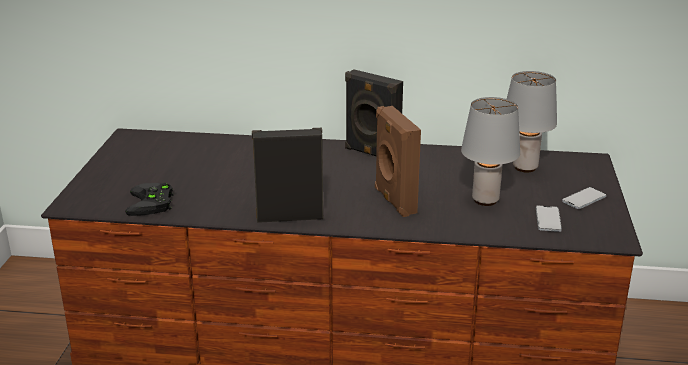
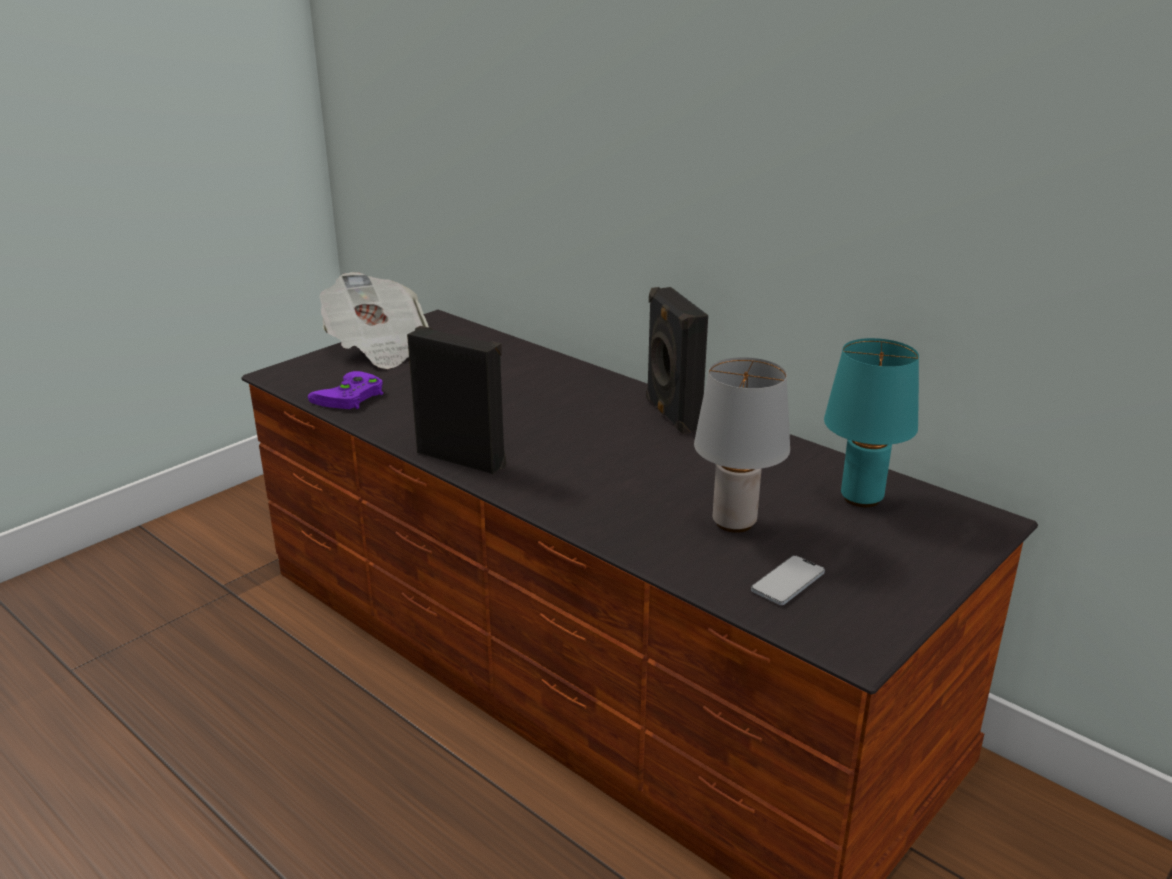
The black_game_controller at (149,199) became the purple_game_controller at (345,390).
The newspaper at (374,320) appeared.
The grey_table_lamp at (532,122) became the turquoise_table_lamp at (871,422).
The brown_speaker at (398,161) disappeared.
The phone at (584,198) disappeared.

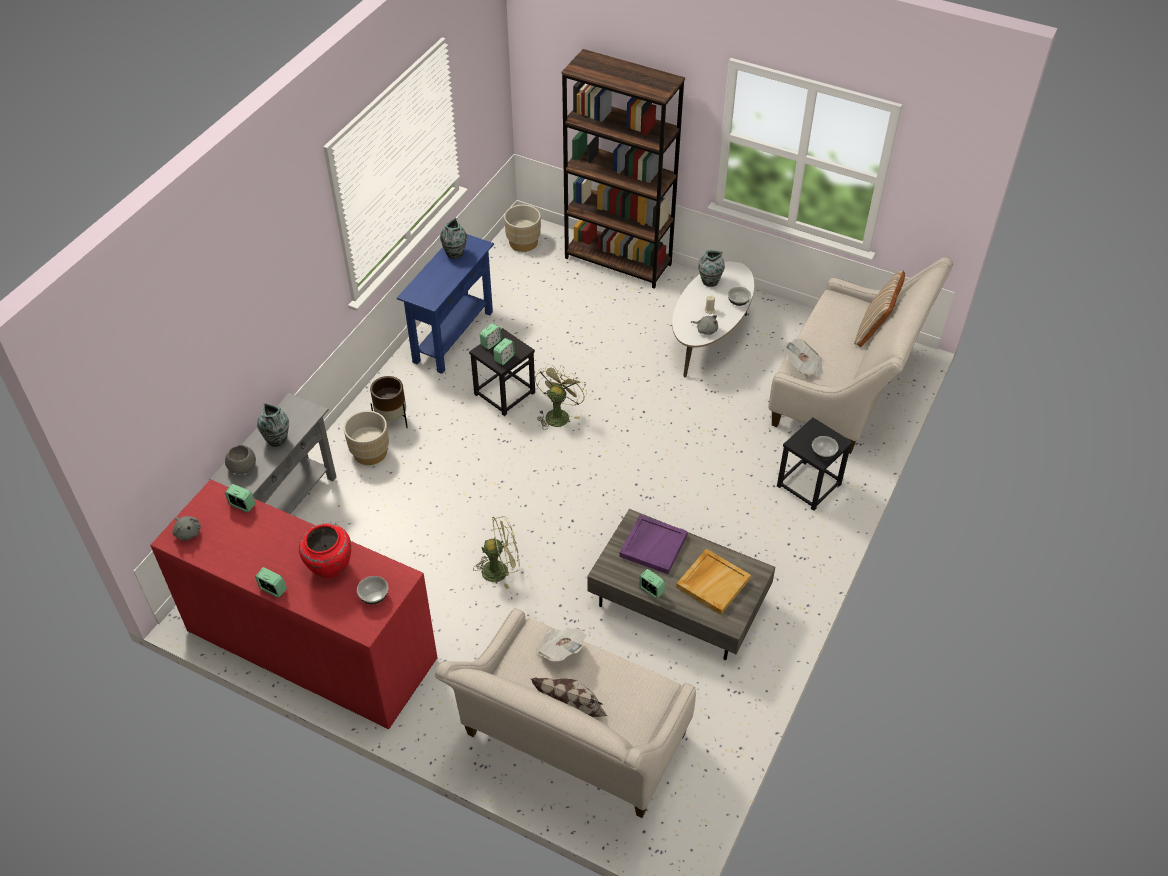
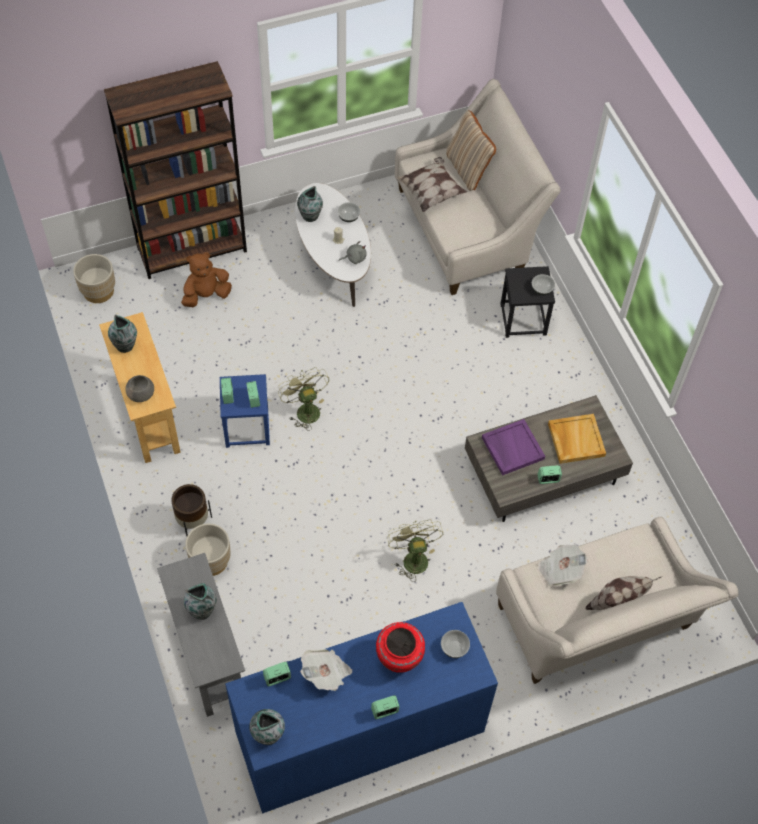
The blue_console_table at (445,304) became the beige_console_table at (140,387).
The grey_bowl moved from (240,459) to (139,388).
The brown_plush_toy at (206,279) appeared.
The black_stool at (502,372) became the blue_stool at (245,411).
The red_dresser at (293,604) became the blue_dresser at (361,707).
The grey_plush_toy at (187,528) was replaced by the vase at (267,727).
The newspaper moved from (804,358) to (326,670).
The green_fan at (496,552) turned 45 degrees counterclockwise.
The pillow at (431,184) appeared.

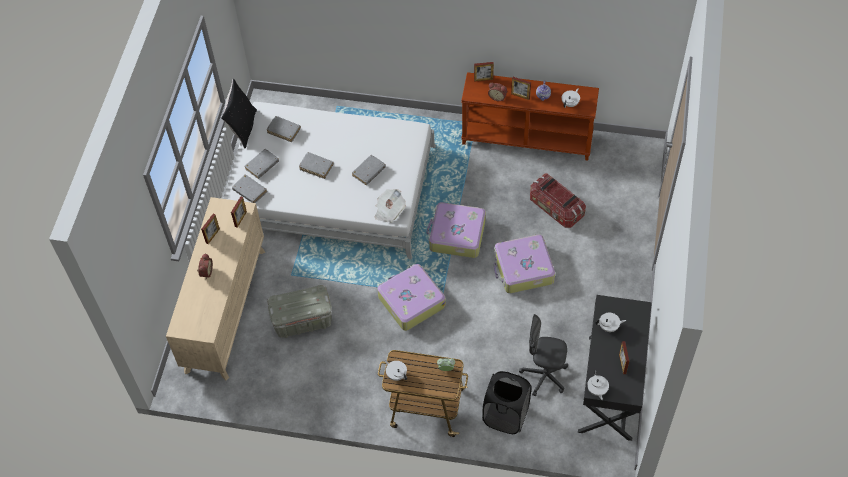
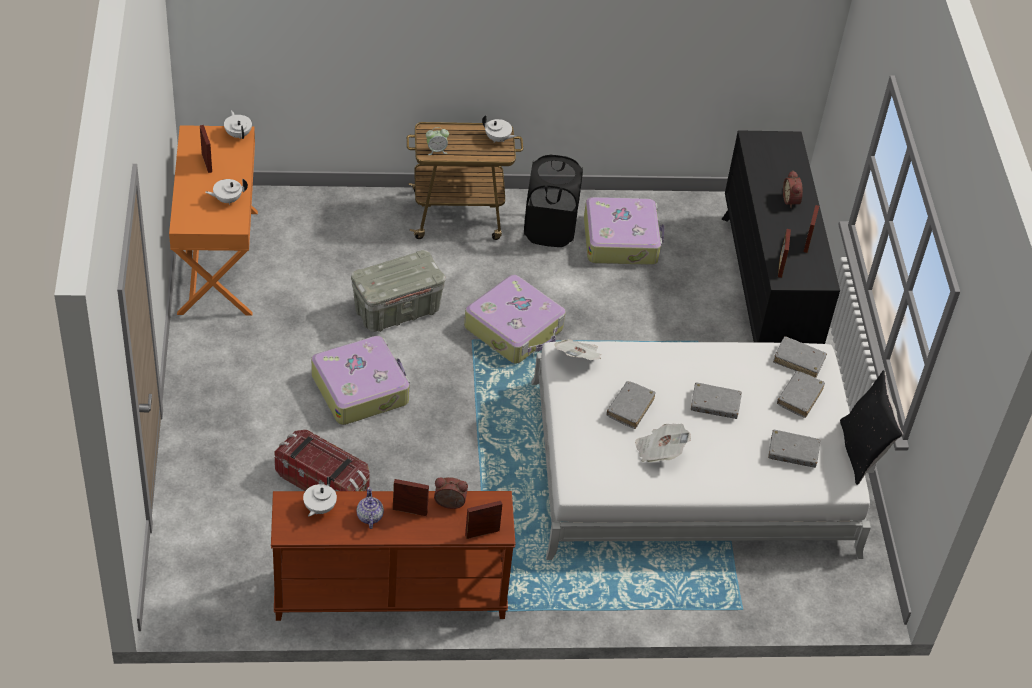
The black_desk at (615,368) became the orange_desk at (213,220).
The grey_storage_box moved from (299,311) to (398,291).
The black_laundry_basket moved from (506,402) to (553,200).
The suitcase moved from (456,230) to (624,231).
The newspaper at (663,443) appeared.
The beige_dresser at (215,288) became the black_dresser at (781,237).
The grey_office_chair at (543,355) disappeared.

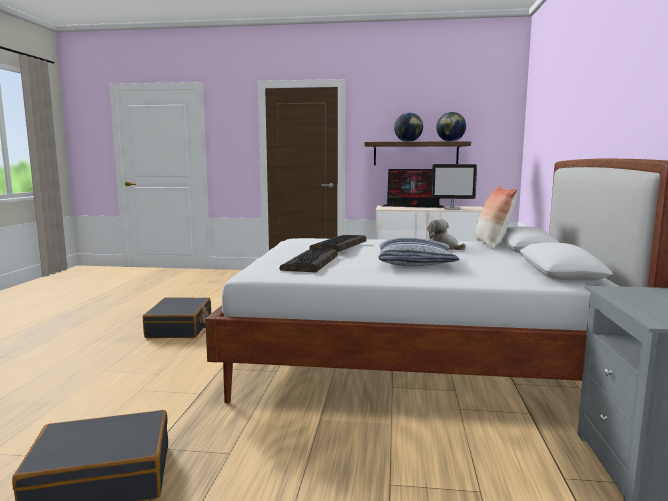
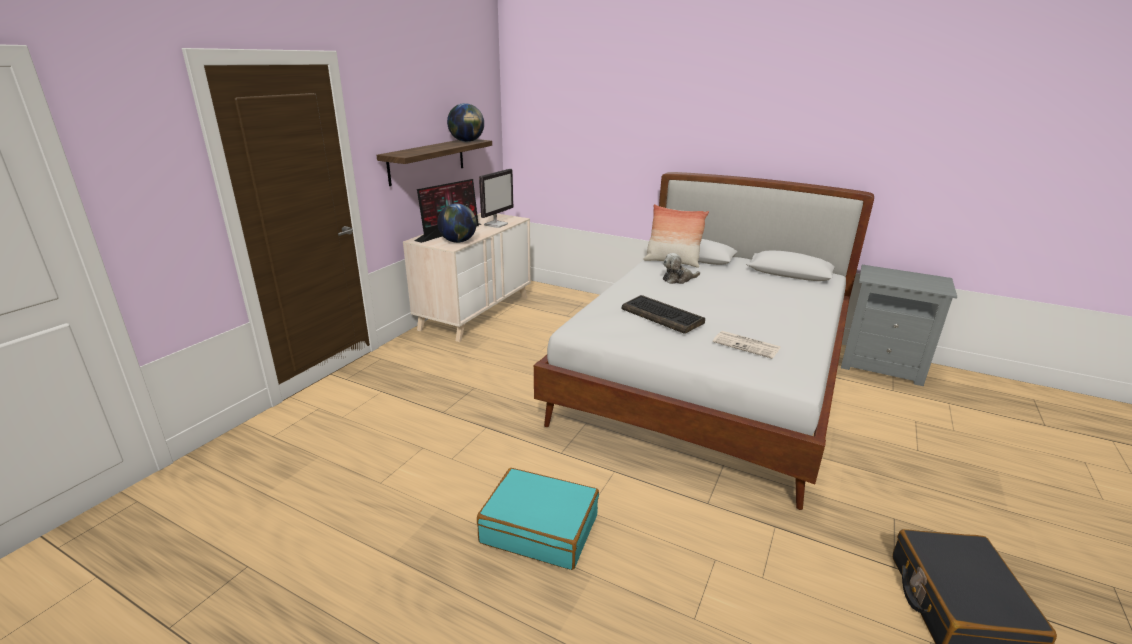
The globe moved from (408,127) to (457,223).
The black_suitcase at (177,317) became the turquoise_suitcase at (538,519).
The keyboard at (309,260) was replaced by the newspaper at (747,345).
The pillow at (419,252) disappeared.

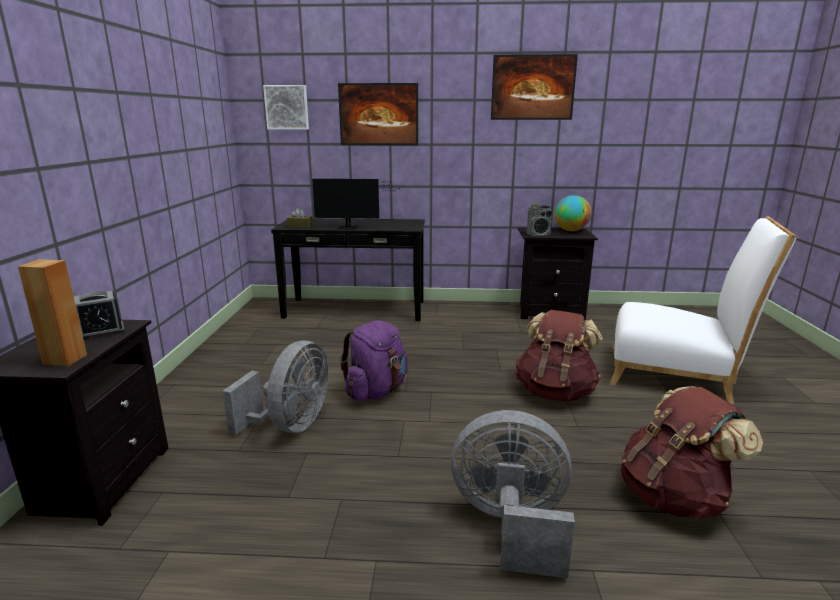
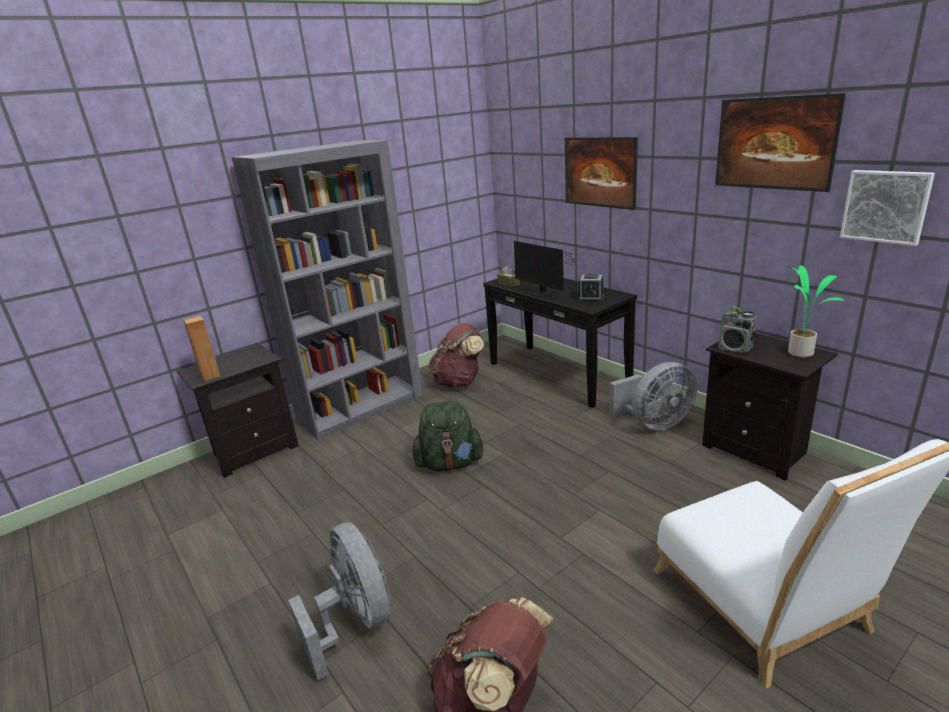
The grey_bookcase at (327,289) appeared.
The purple_backpack at (374,360) became the green_backpack at (448,436).
The brown_backpack moved from (559,356) to (456,355).
The alarm_clock moved from (99,315) to (591,287).
The grey_fan moved from (276,388) to (653,396).
The globe at (572,213) was replaced by the potted_plant at (815,311).
The picture moved from (286,107) to (887,208).

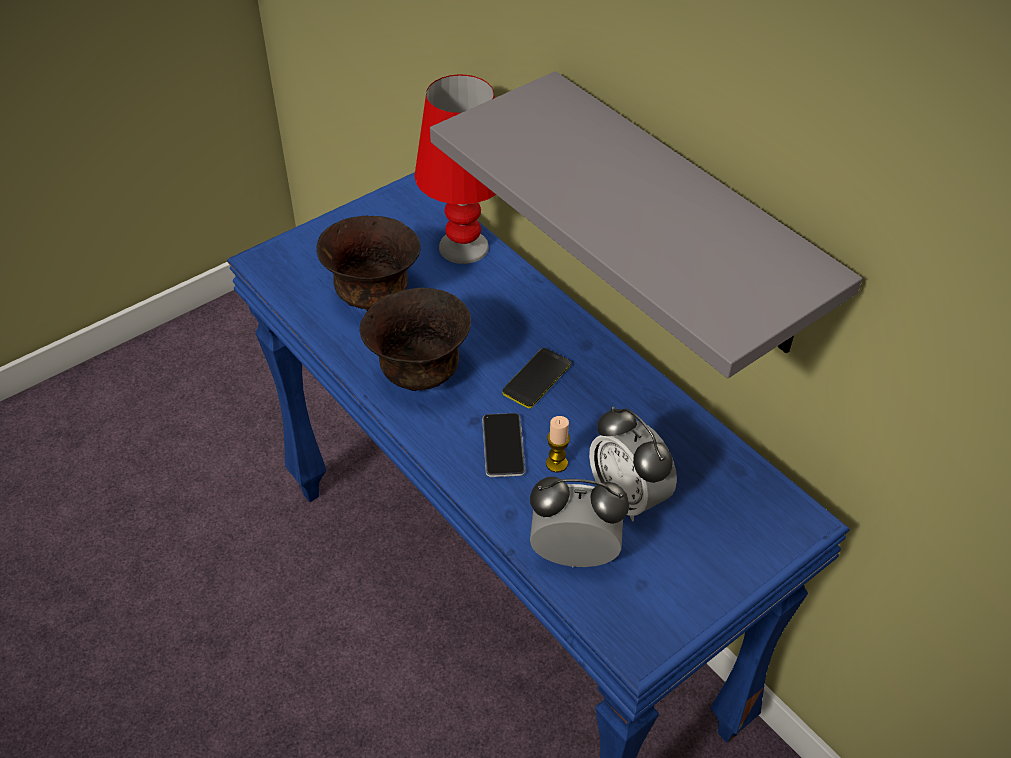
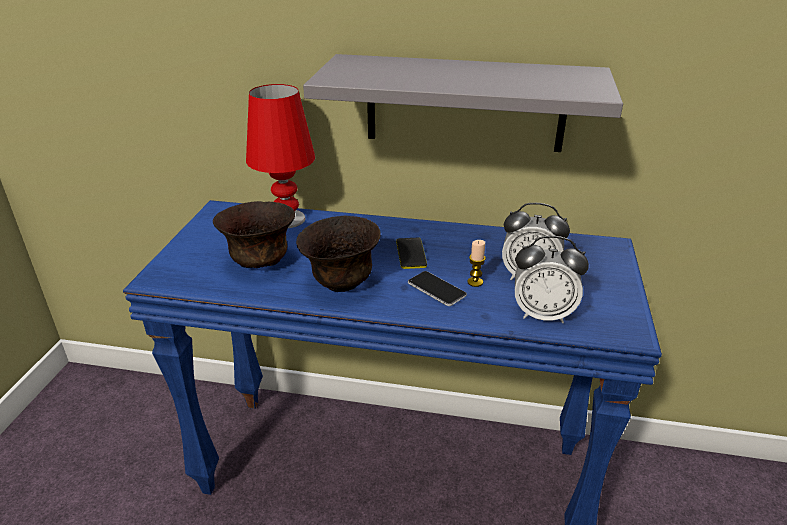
The alarm_clock at (579,522) turned 135 degrees counterclockwise.

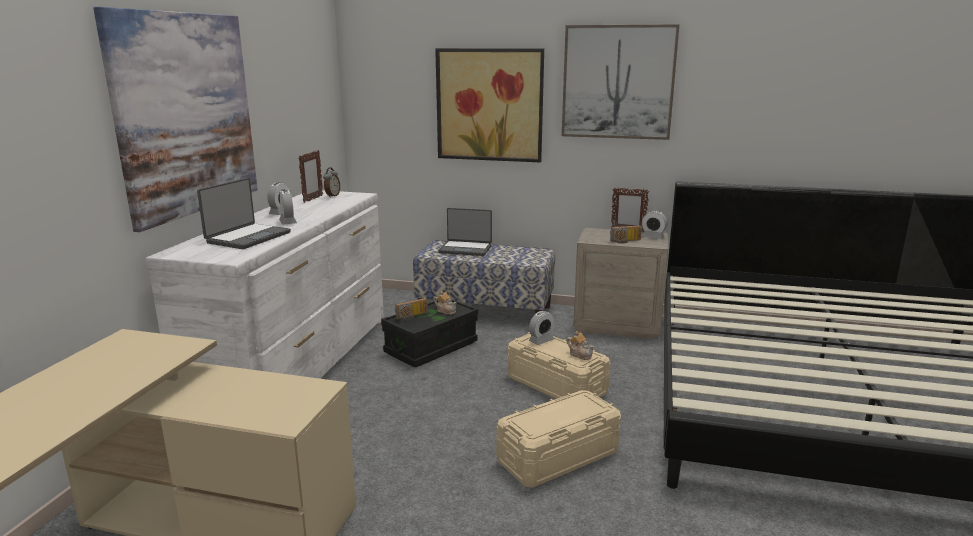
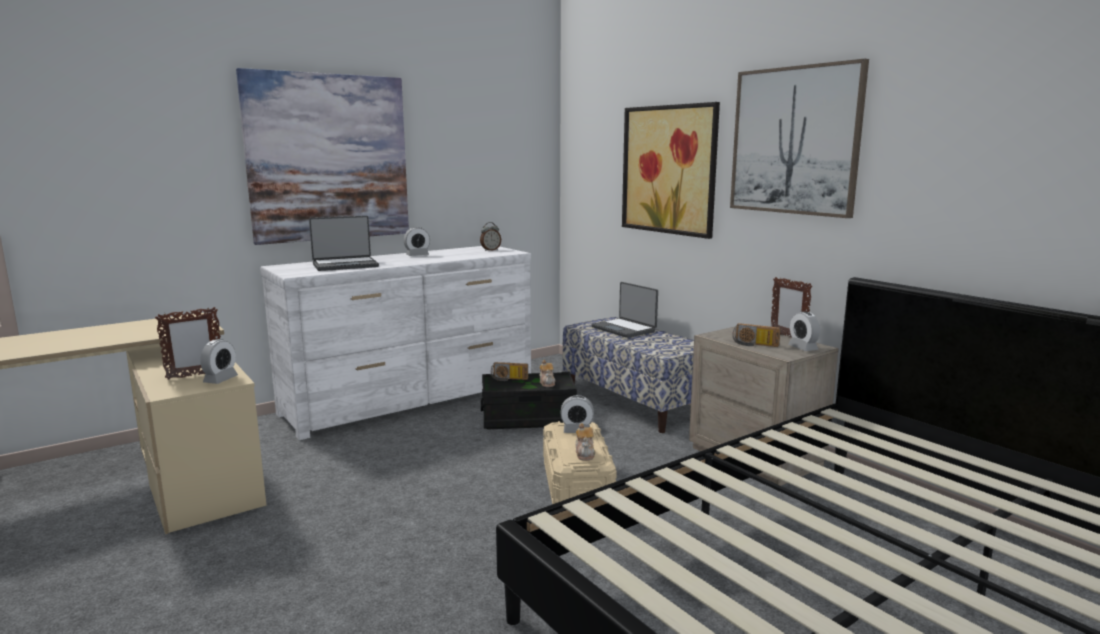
The picture_frame moved from (310,176) to (188,343).
The alarm_clock moved from (288,207) to (219,361).
The beige_storage_box at (558,439) disappeared.

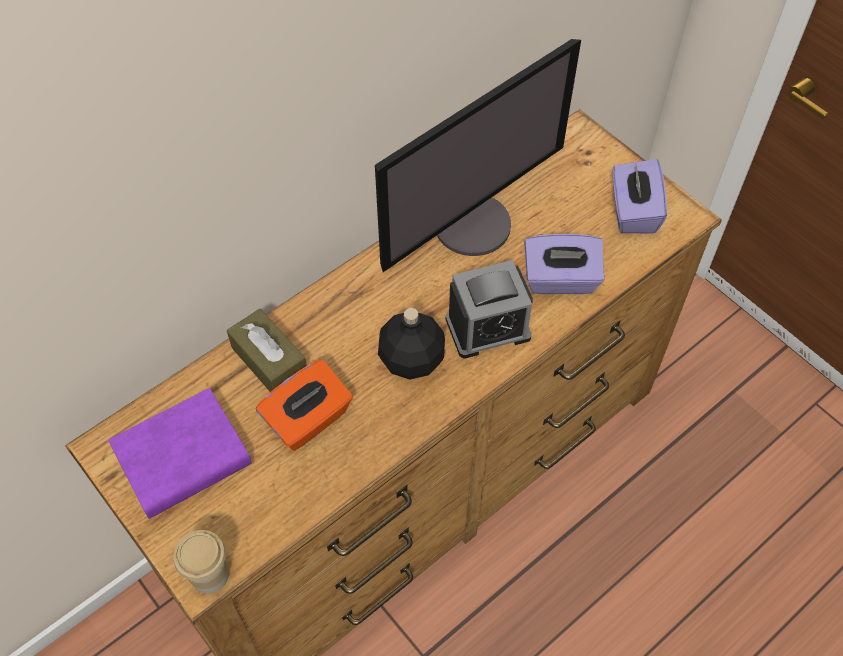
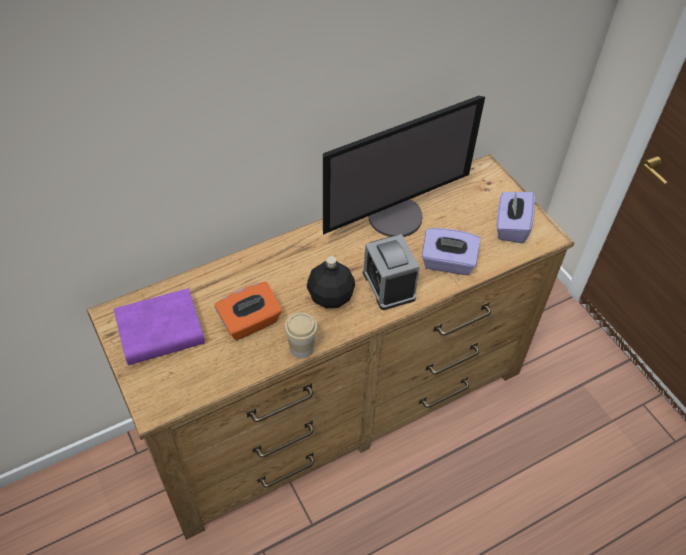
The cup moved from (201,562) to (301,335).
The alarm_clock at (489,309) turned 75 degrees clockwise.
The brown_tissue_box at (267,350) disappeared.

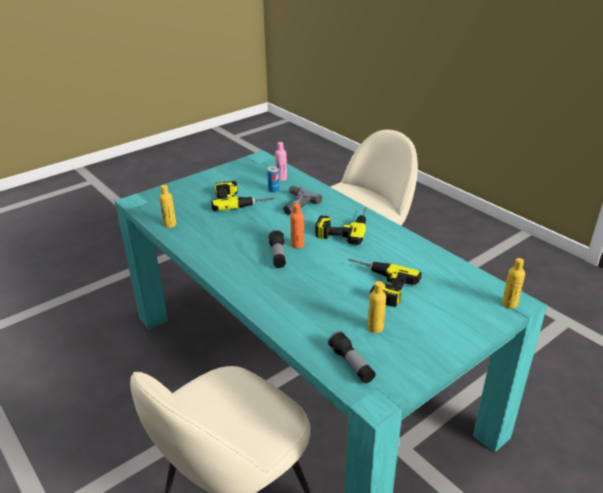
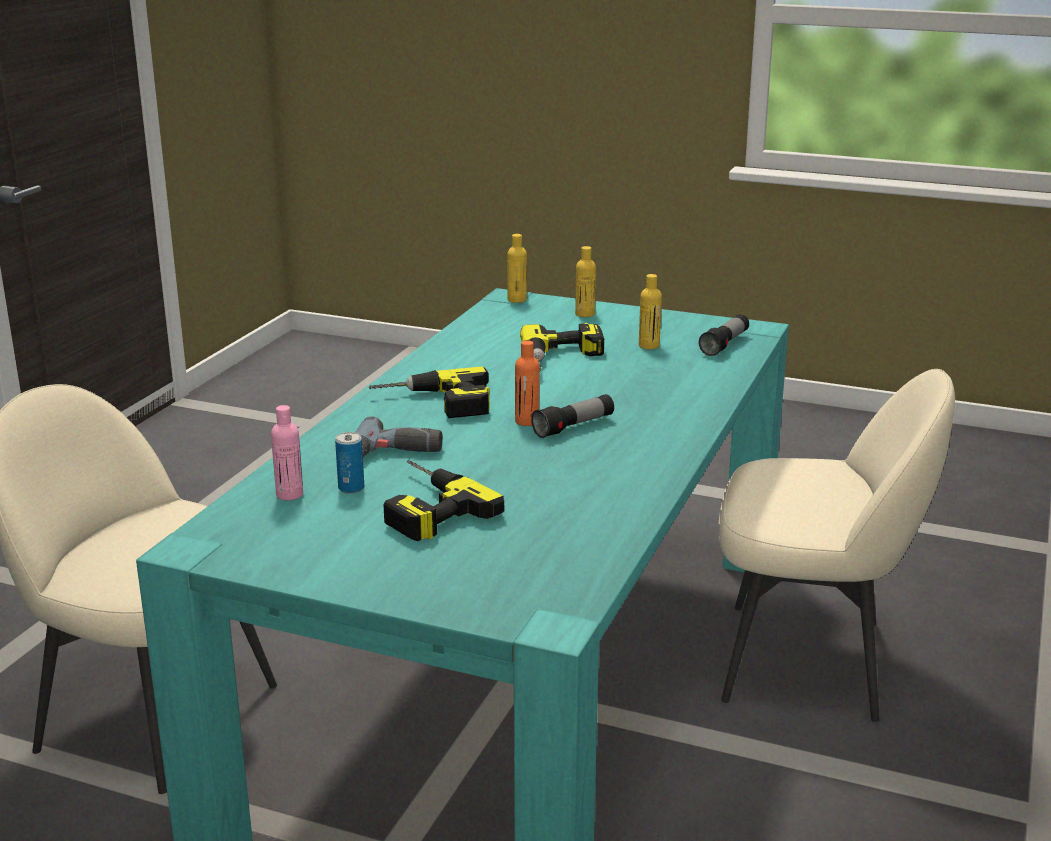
The yellow_bottle moved from (167,206) to (585,281).

